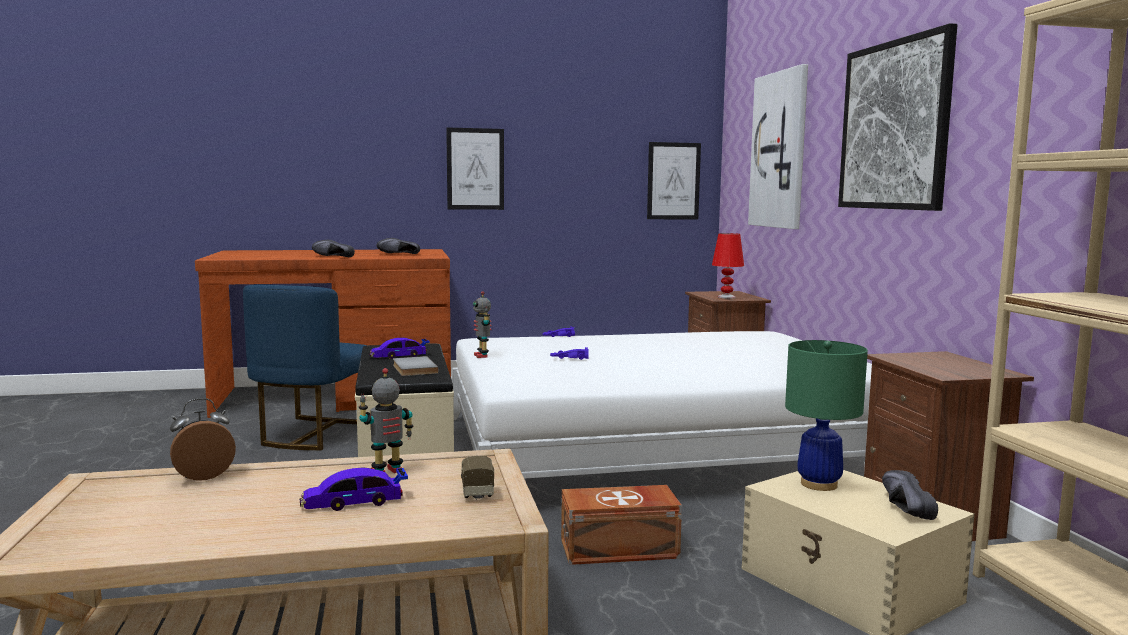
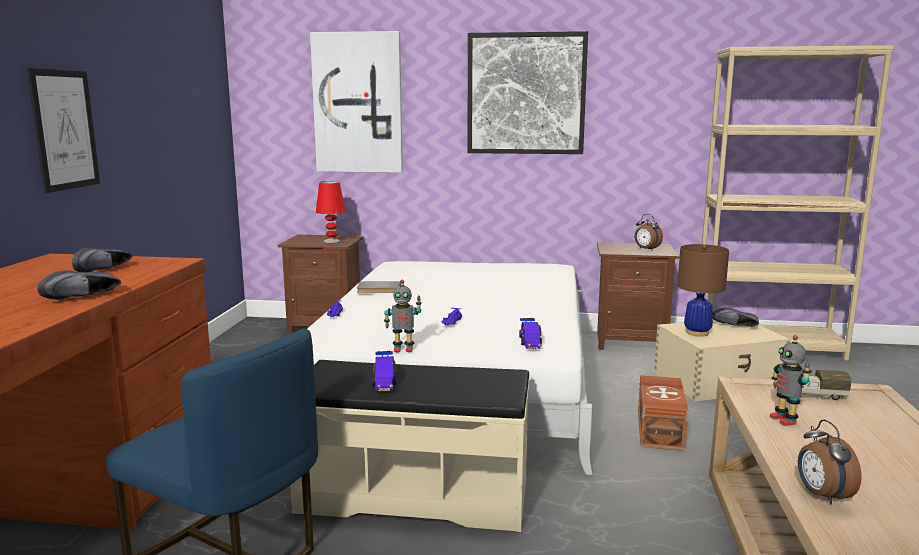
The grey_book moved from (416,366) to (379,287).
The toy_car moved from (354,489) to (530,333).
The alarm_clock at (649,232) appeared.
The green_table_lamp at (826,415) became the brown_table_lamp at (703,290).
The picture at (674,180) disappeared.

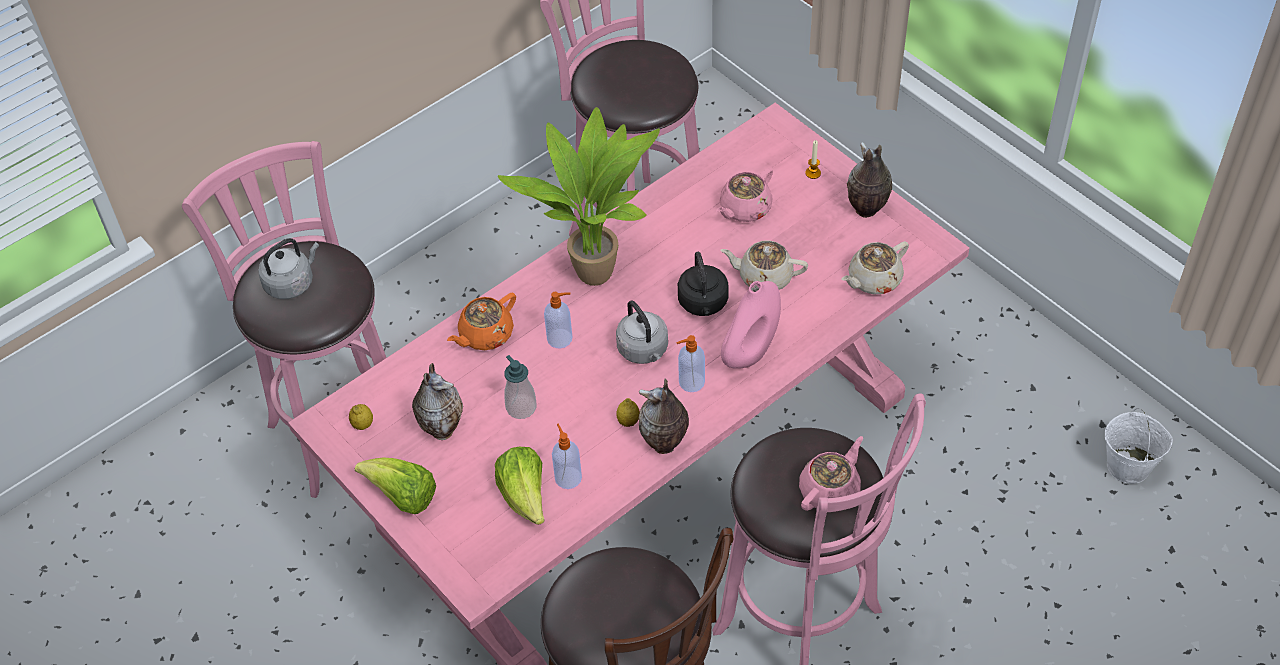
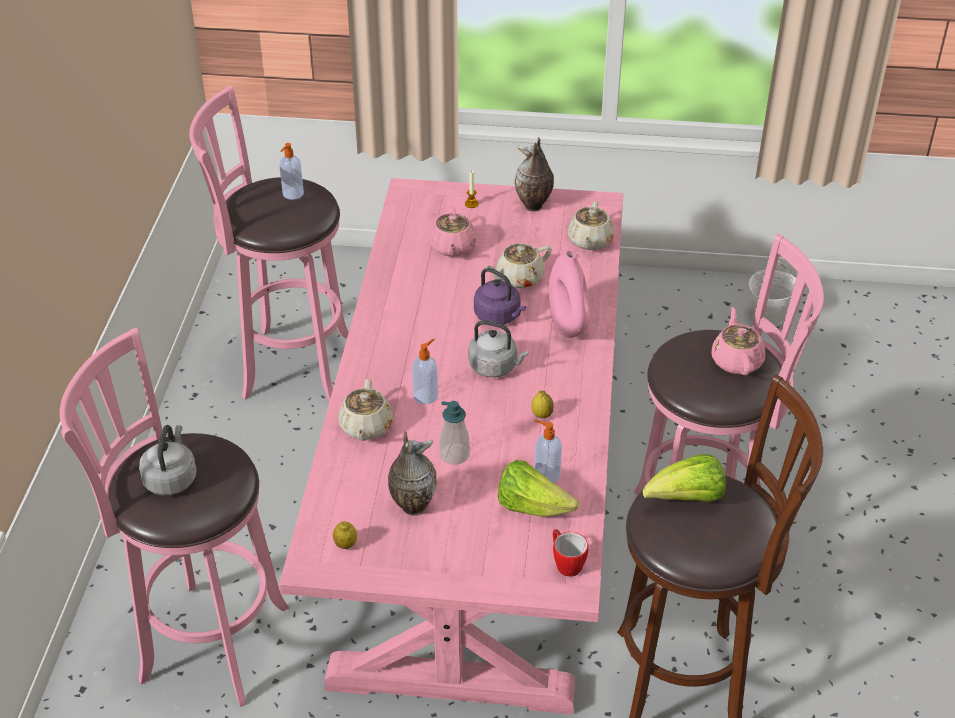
The soap_dispenser moved from (690,363) to (292,171).
The orange_teapot at (481,321) became the beige_teapot at (365,410).
The black_kettle at (703,284) became the purple_kettle at (500,296).
The mug at (571,553) appeared.
The lettuce moved from (395,486) to (684,478).
The potted_plant at (579,196) disappeared.
The vase at (664,416) disappeared.

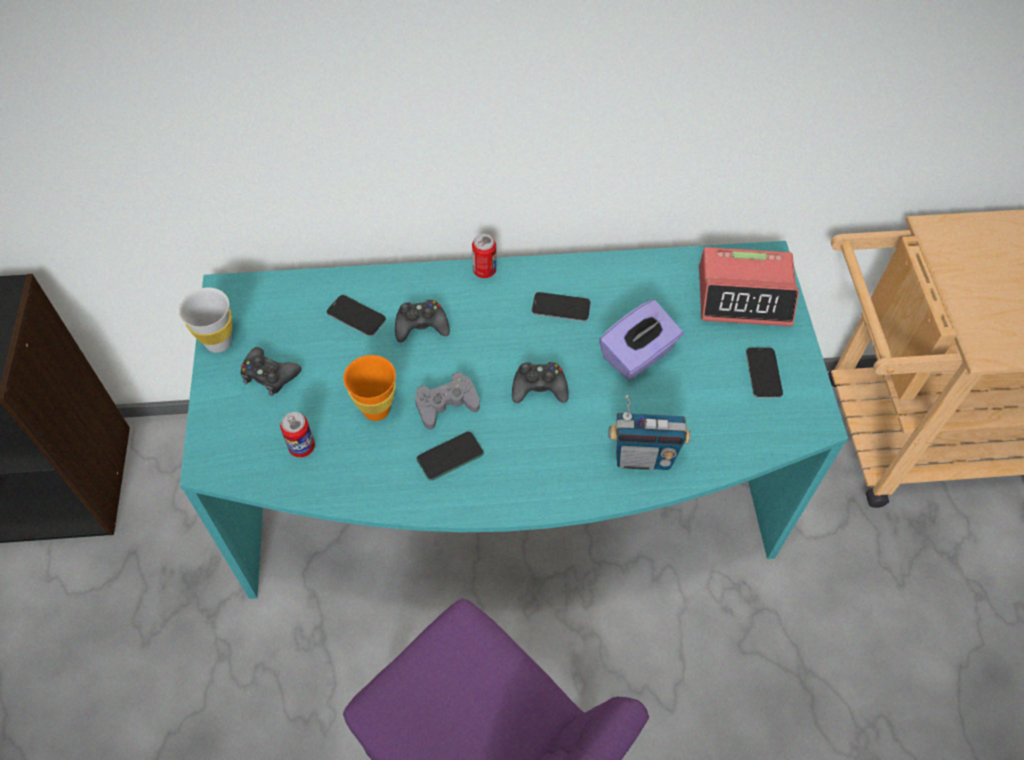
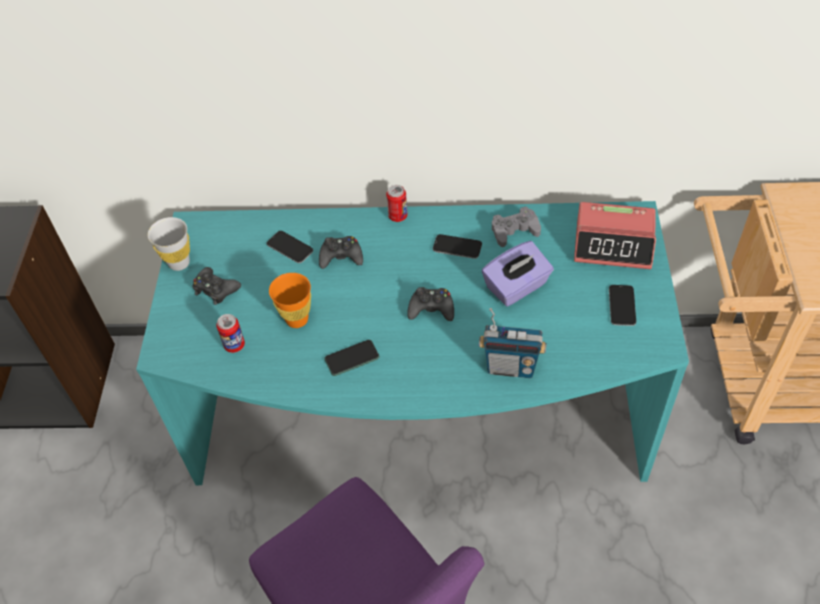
The grey_game_controller moved from (447,401) to (516,227).

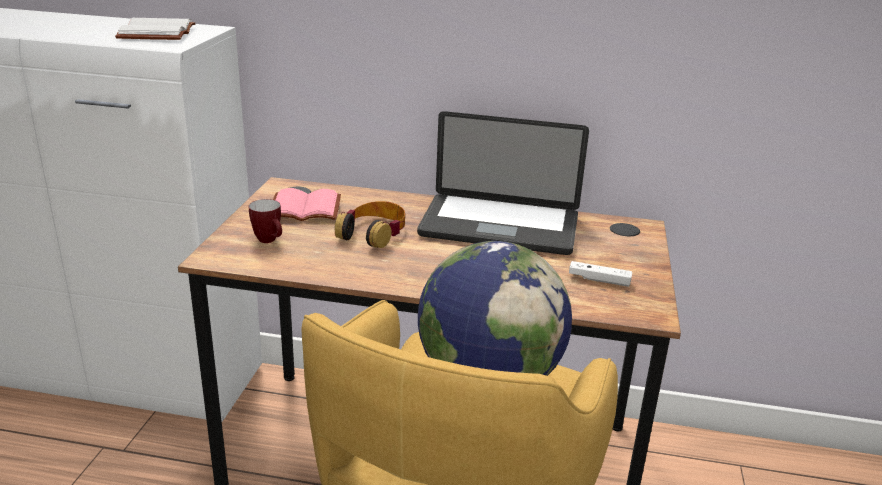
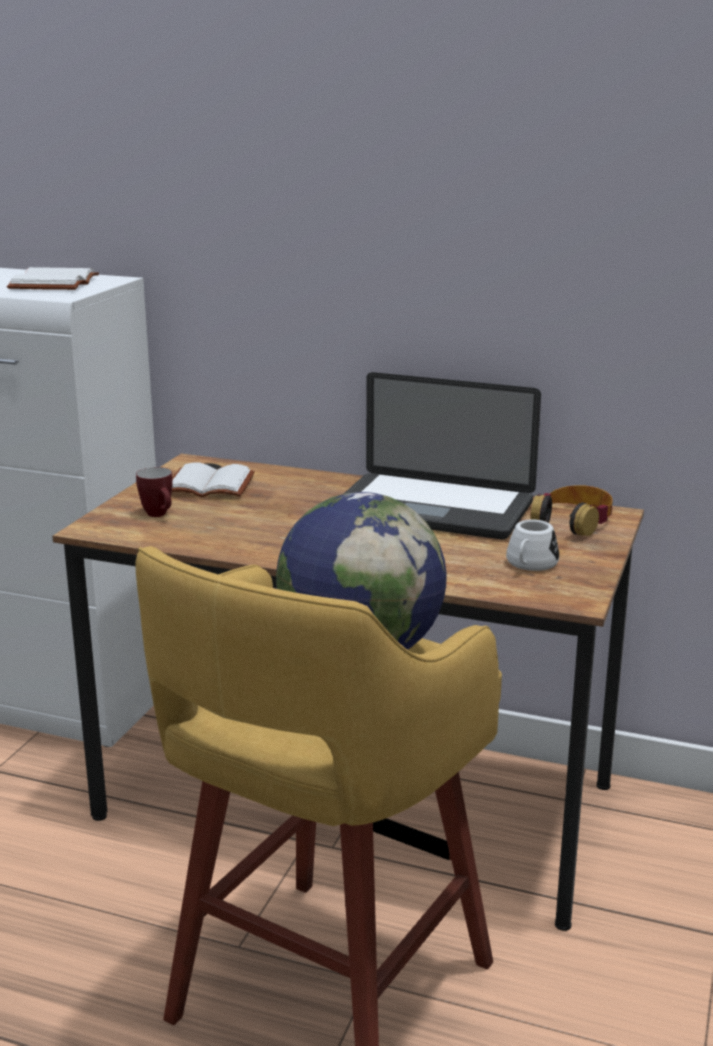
The pink_book at (307,204) became the white_book at (213,479).
The white_game_controller at (600,274) was replaced by the white_mug at (532,545).
The headphones moved from (370,224) to (571,510).

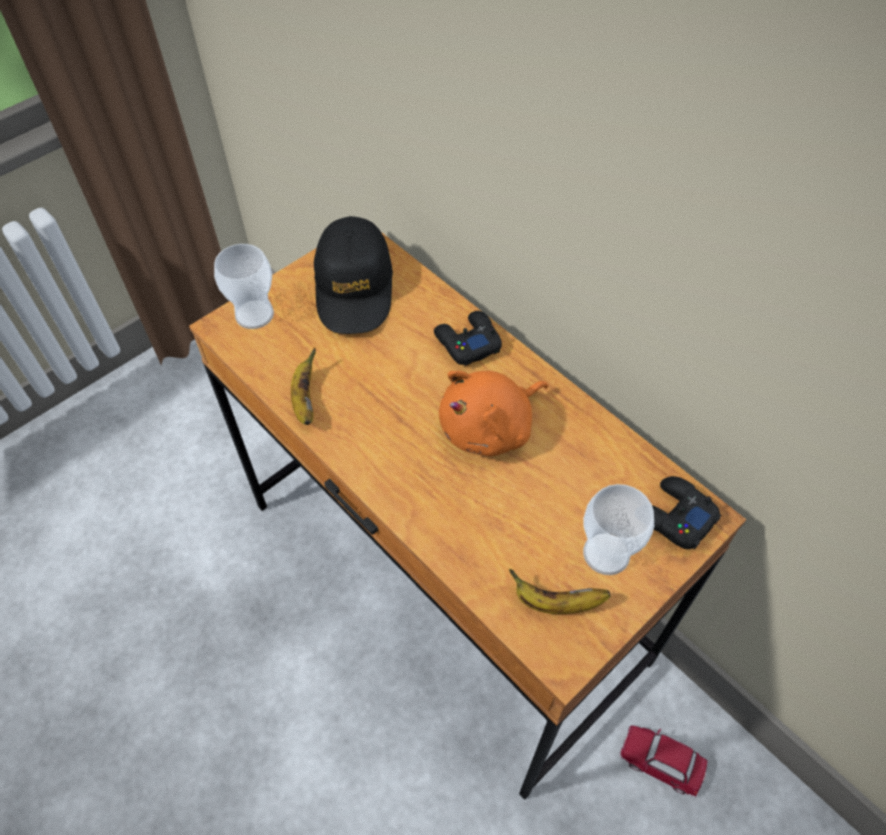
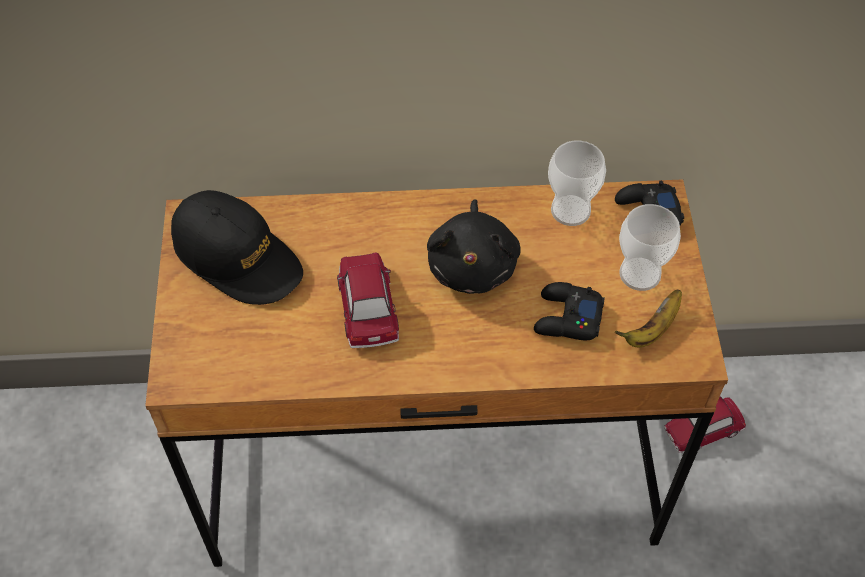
The toy_car at (368,300) appeared.
The orange_plush_toy at (493,413) became the black_plush_toy at (474,246).
The black_game_controller moved from (468,338) to (569,311).
The cup moved from (244,286) to (577,183).
The banana at (303,386) disappeared.

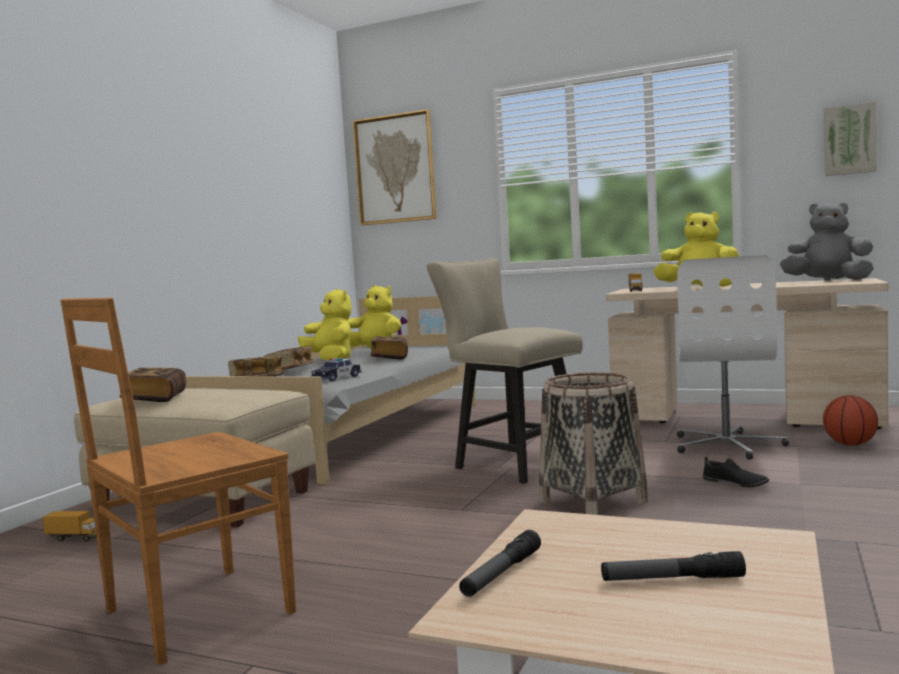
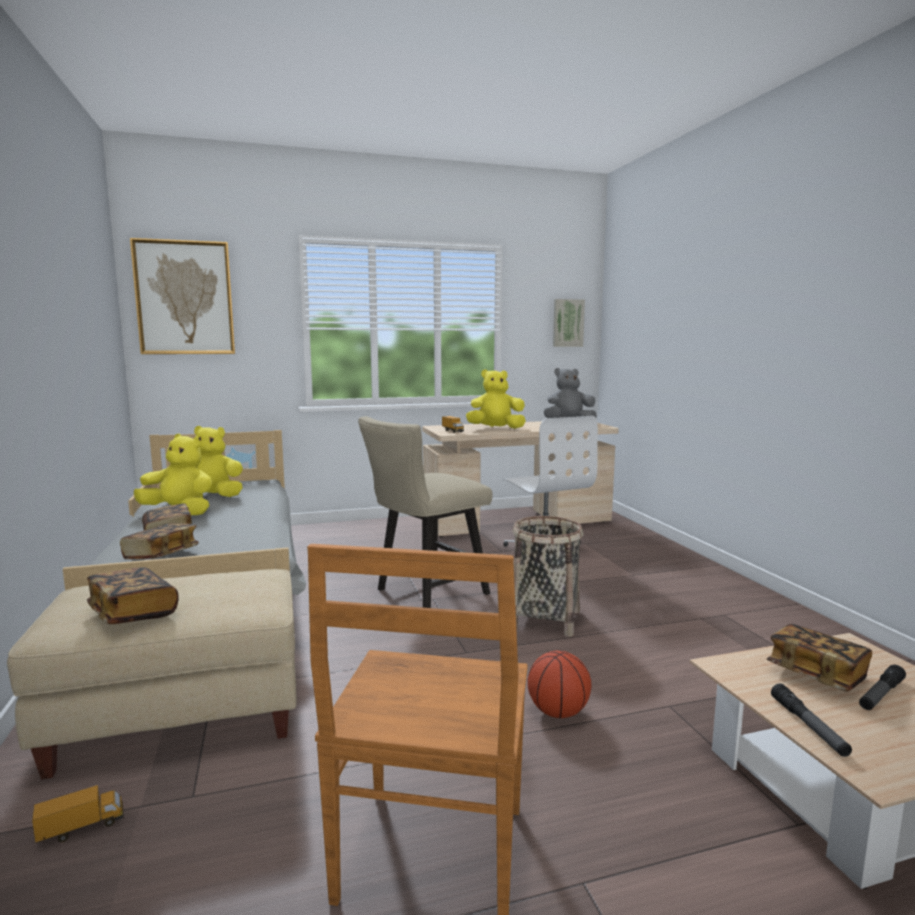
The beige_chair at (505,371) turned 45 degrees counterclockwise.
The basketball moved from (850,420) to (559,684).
The book moved from (389,348) to (819,658).
The toy_car at (336,369) disappeared.
The black_shoe at (736,472) disappeared.

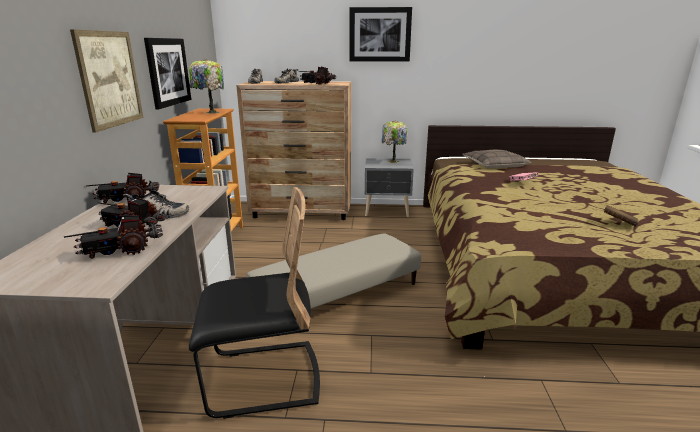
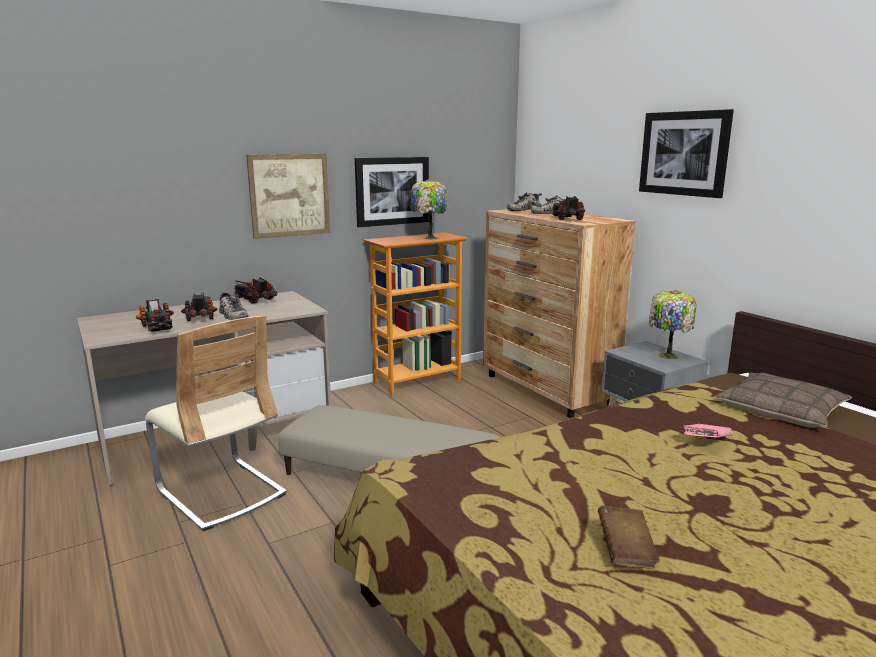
The toy_truck at (113,237) turned 150 degrees counterclockwise.
The black_chair at (254,303) became the beige_chair at (216,423).

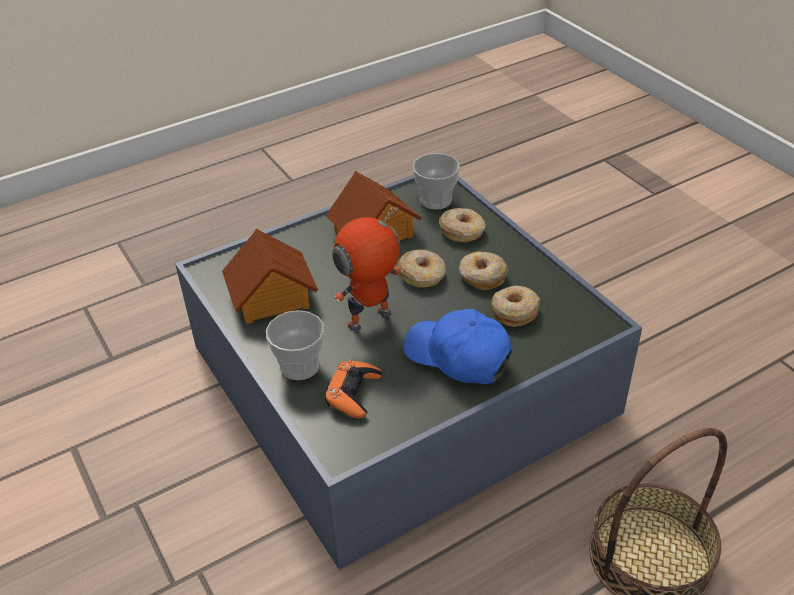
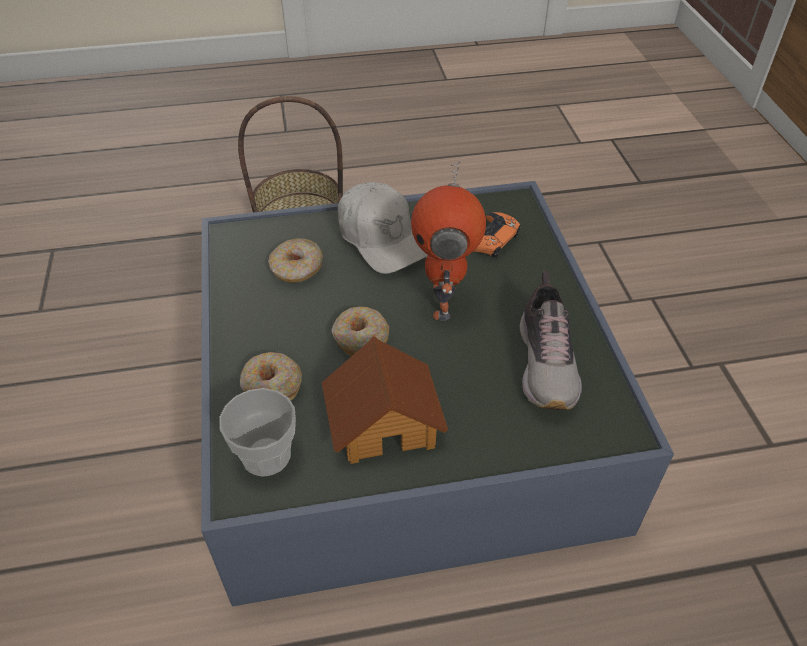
The blue_cap at (458,346) became the white_cap at (383,228).
The toy_robot at (367,269) turned 105 degrees clockwise.
The toy_house at (270,276) was replaced by the shoe at (551,340).
The cup at (295,345) disappeared.
The donut at (483,270) disappeared.

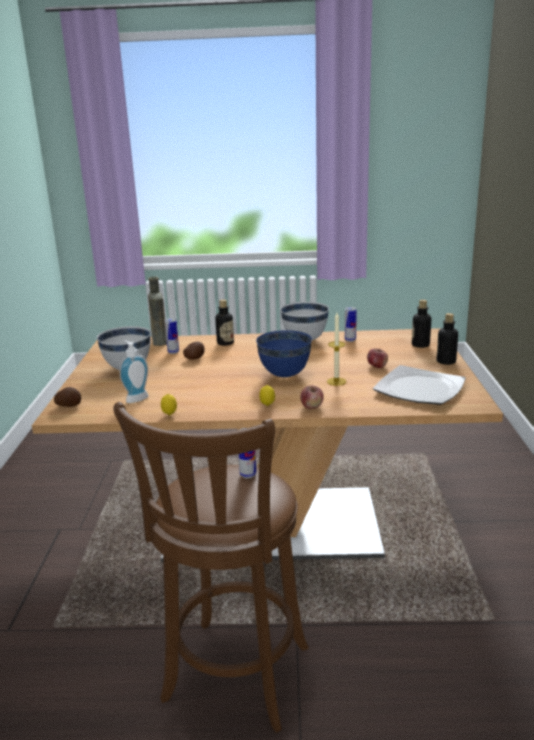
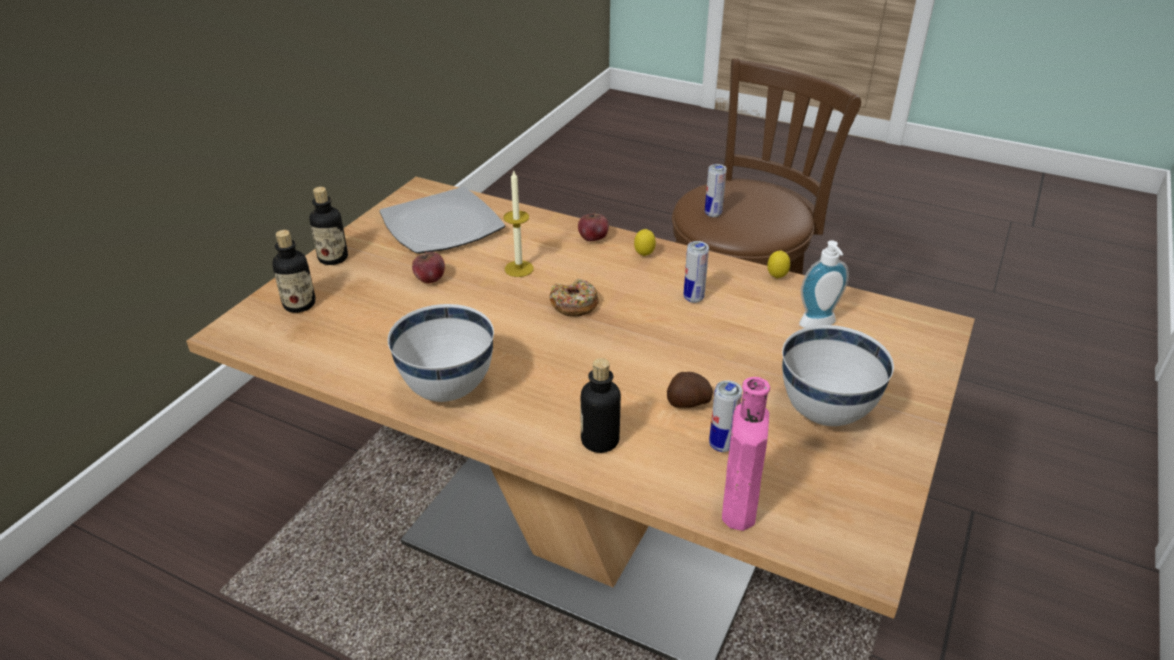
The blue_bowl at (284,353) was replaced by the donut at (574,297).
The can moved from (351,324) to (696,272).
The brown_bottle at (157,311) became the pink_bottle at (746,454).
The potato at (67,397) disappeared.

